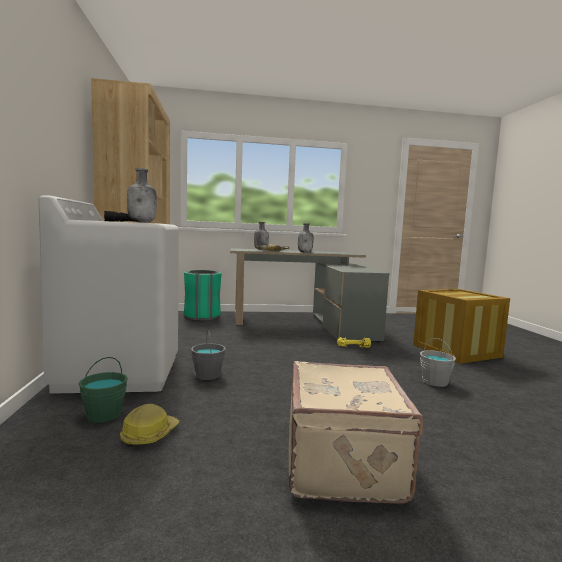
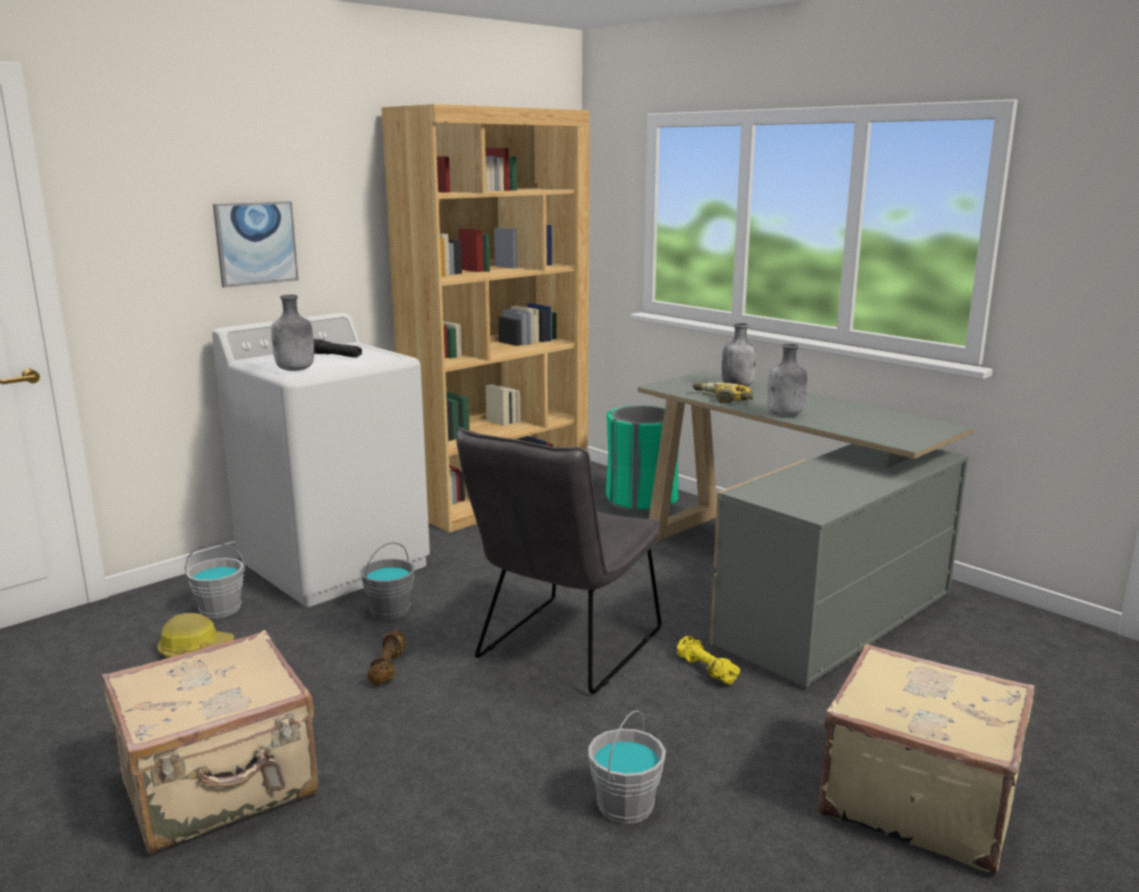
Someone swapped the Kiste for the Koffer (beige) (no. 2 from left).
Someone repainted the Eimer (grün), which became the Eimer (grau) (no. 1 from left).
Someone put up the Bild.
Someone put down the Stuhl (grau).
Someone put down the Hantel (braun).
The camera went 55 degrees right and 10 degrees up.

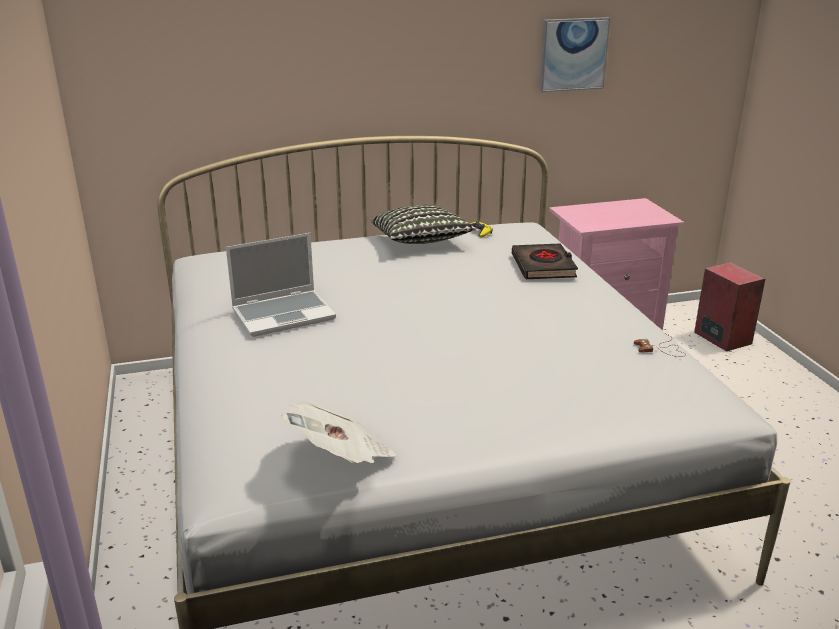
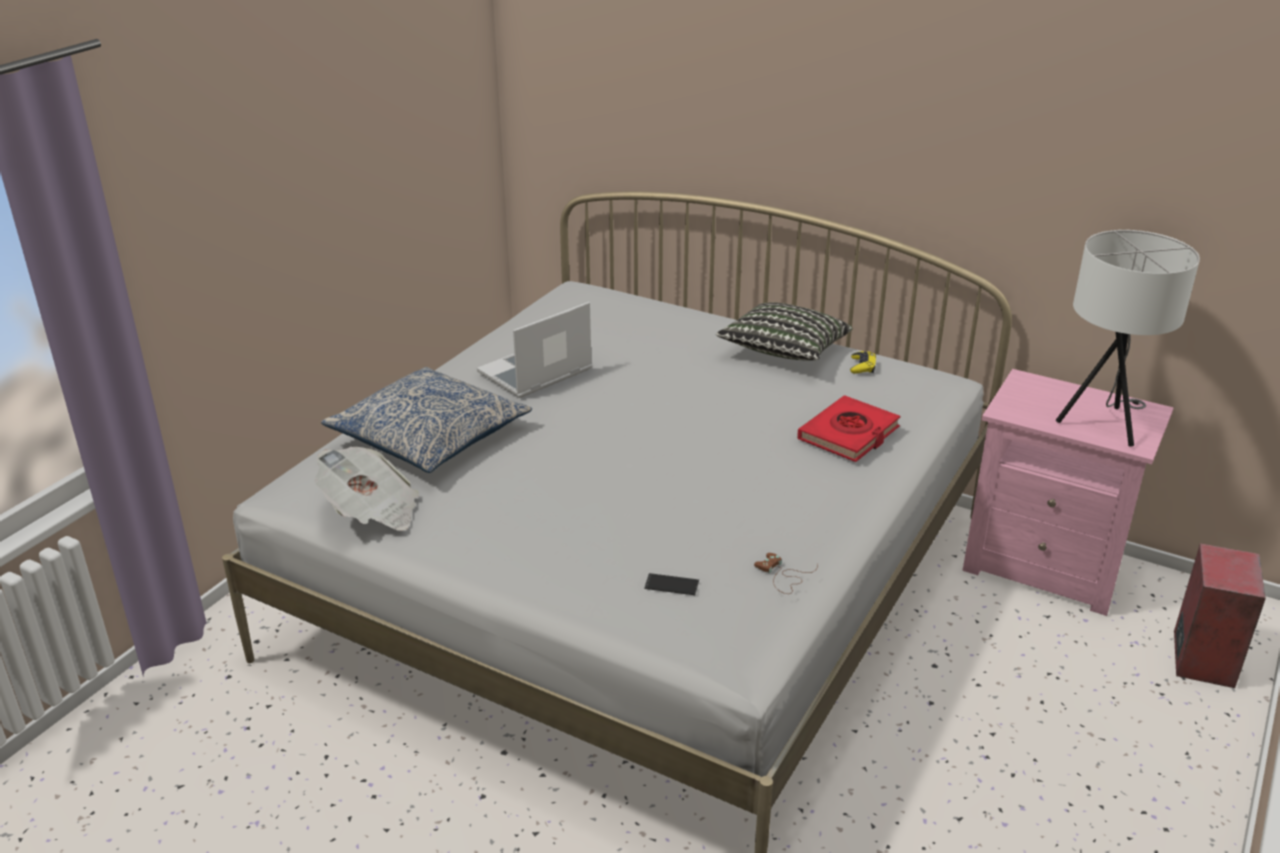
Someone took away the Bild.
Someone rotated the Laptop by 120 degrees clockwise.
Someone repainted the Buch (schwarz), which became the Buch (rot).
Someone put down the Tischlampe (weiß).
Someone put down the Kissen (no. 1 from left).
Someone put down the Handy.
The camera went 45 degrees right and 5 degrees up.

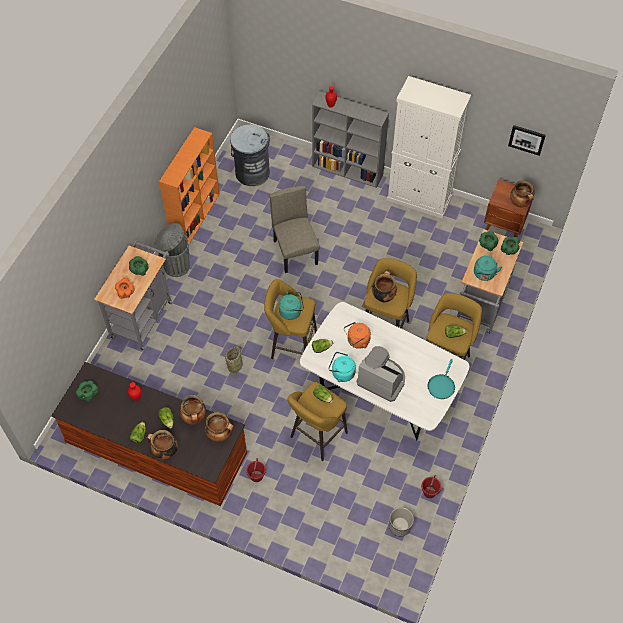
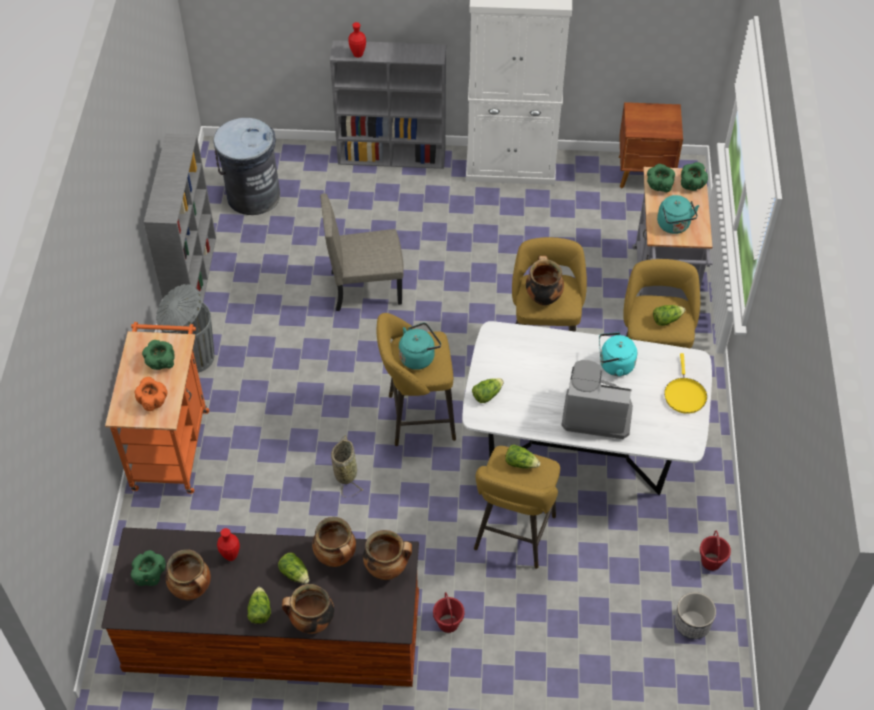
Someone took away the Bild.
Someone repainted the Bücherregal (orange), which became the Bücherregal (grau) (no. 1 from left).
Someone carried the Kochtopf (no. 5 from left in the first image).
Someone rotated the Stuhl (beige) by 60 degrees counterclockwise.
Someone repainted the Rollwagen (grau) (no. 1 from left), which became the Rollwagen (orange).
Someone took away the Wasserkessel (orange).
Someone carried the Wasserkessel (türkis) (no. 2 from left).
Someone repainted the Pfanne (türkis), which became the Pfanne (gelb).
The camera went 20 degrees left and 5 degrees down.

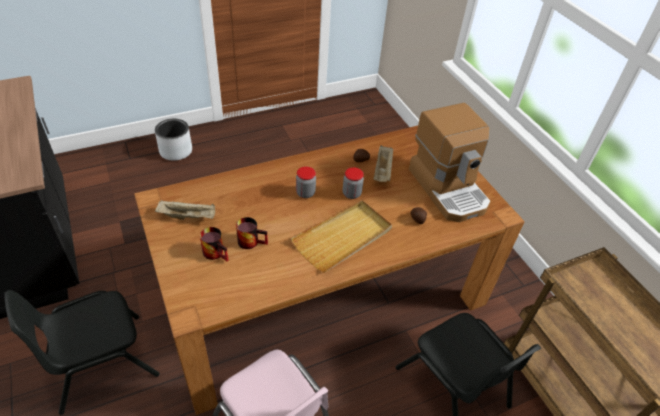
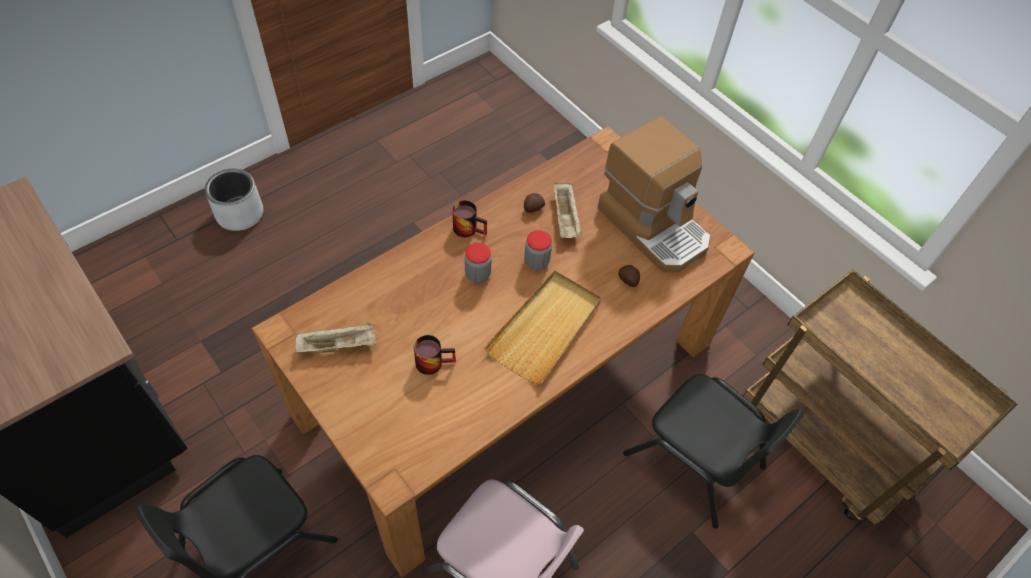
Someone carried the Henkelbecher (no. 1 from left in the first image).
The camera went 15 degrees left and 10 degrees up.

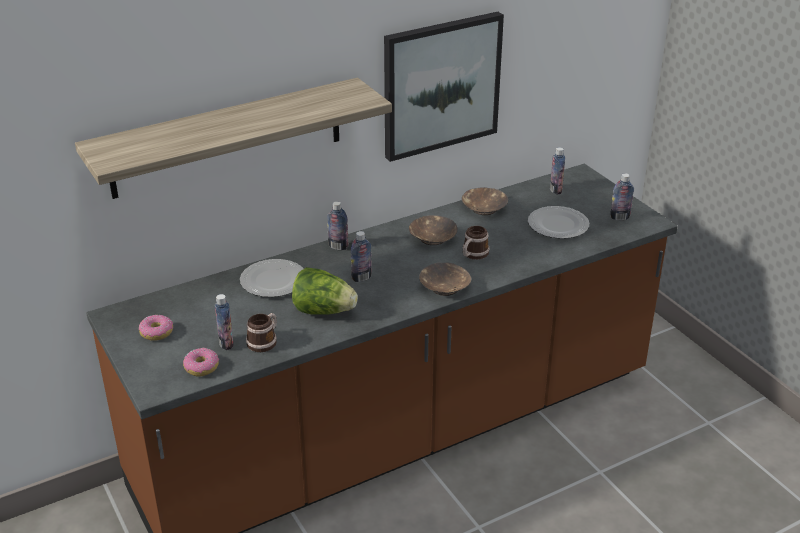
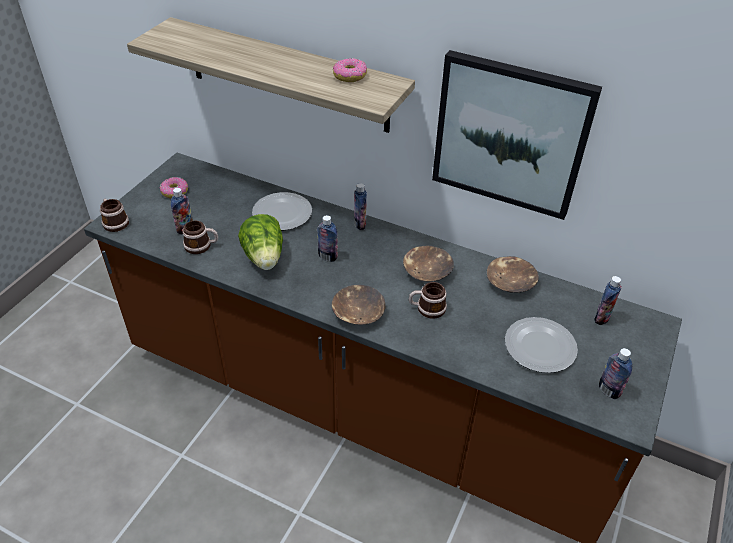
Someone carried the Donut (no. 2 from left).
Someone put down the Henkelbecher (no. 1 from left).
The camera went 55 degrees right and 10 degrees up.

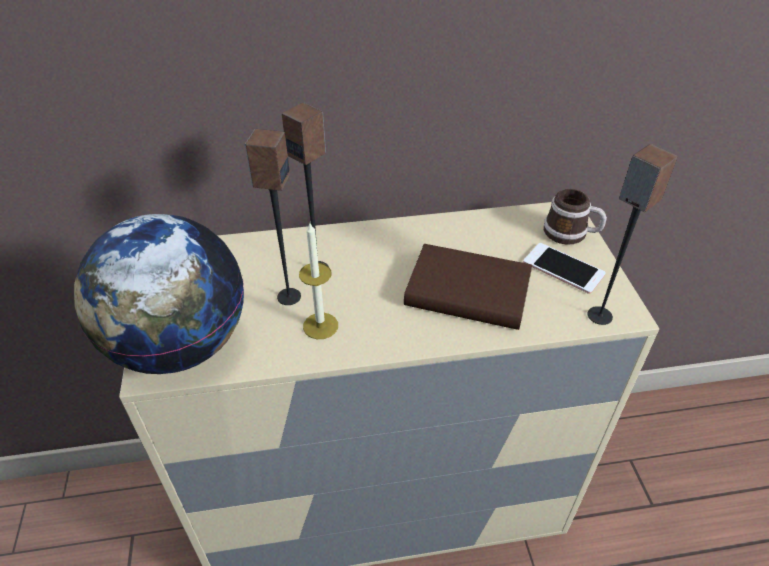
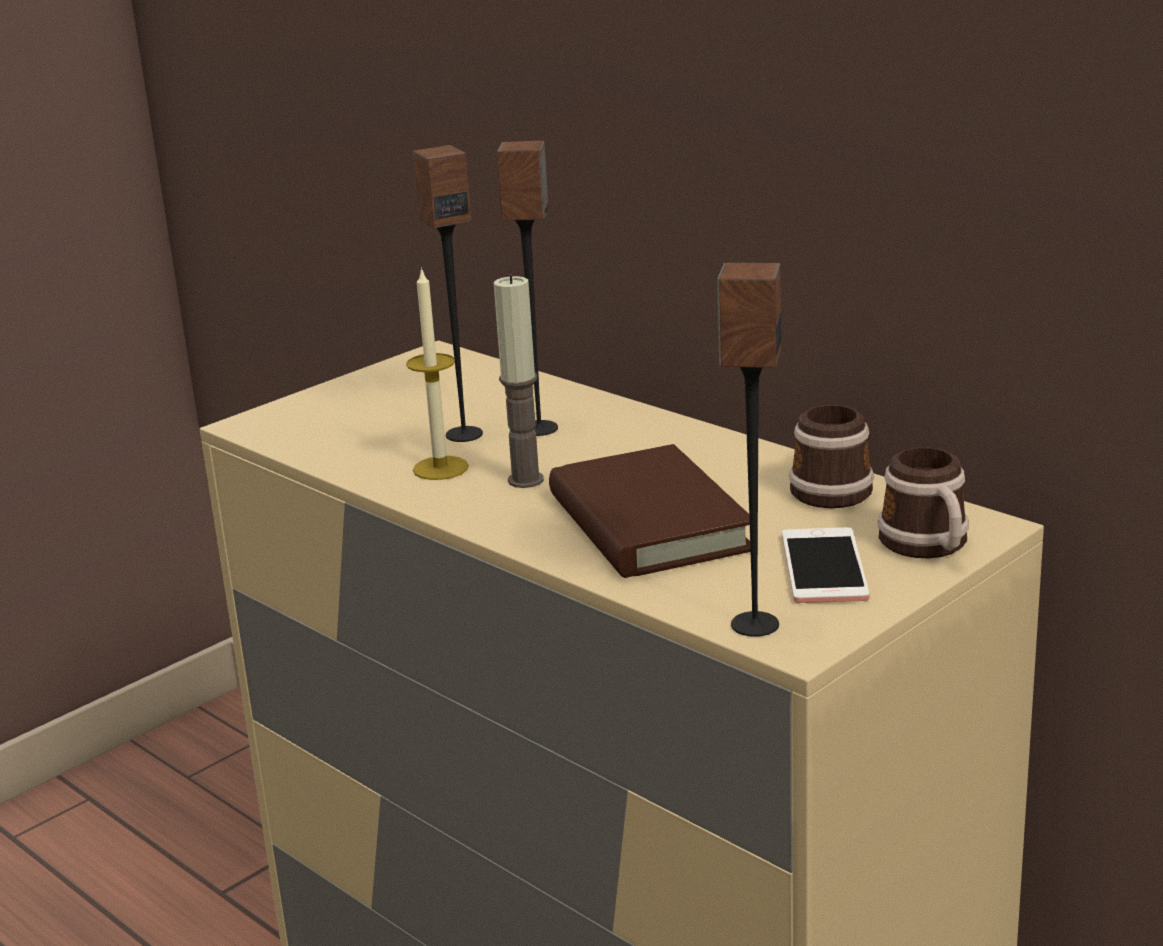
Someone took away the Globus.
Someone put down the Kerze (no. 2 from left).
Someone put down the Henkelbecher (no. 1 from left).
The camera went 55 degrees right and 20 degrees down.

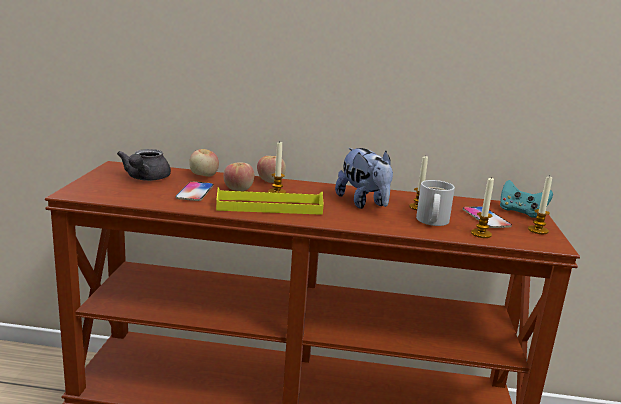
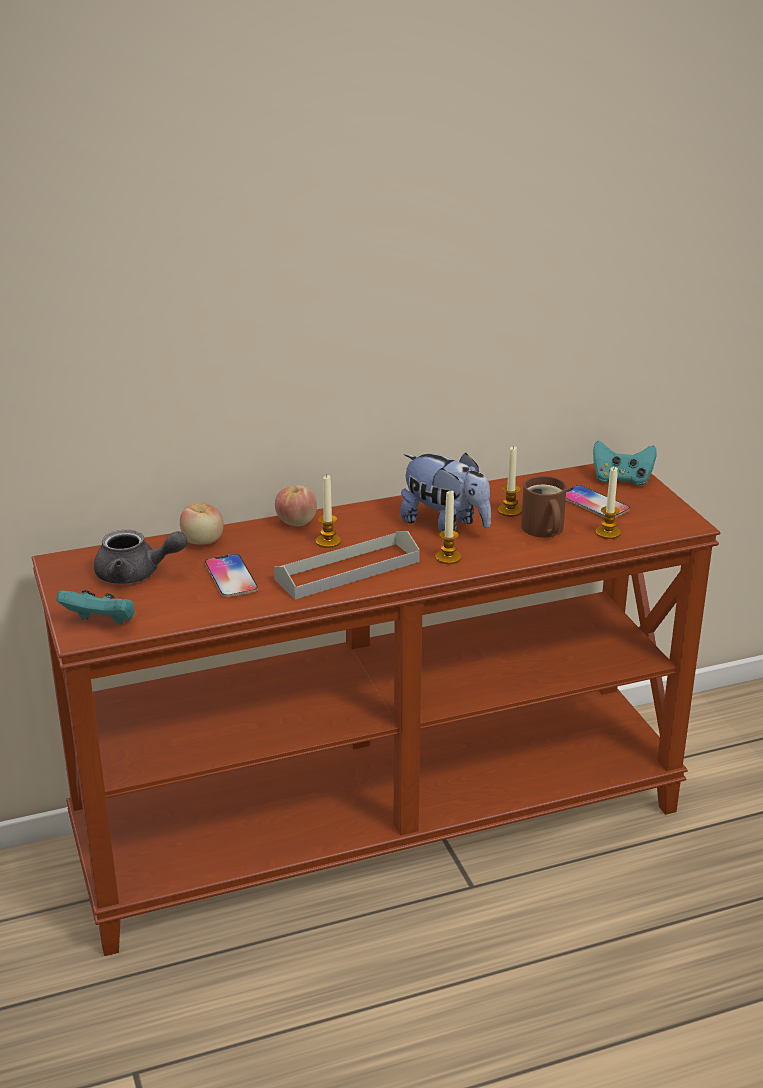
Someone rotated the Teekanne (grau) by 60 degrees counterclockwise.
Someone took away the Apfel (no. 2 from left).
Someone carried the Kerze (no. 4 from left in the first image).
Someone repainted the Henkelbecher (weiß), which became the Henkelbecher (braun).
Someone repainted the Tablett (gelb), which became the Tablett (grau).
Someone put down the Gamepad (türkis) (no. 1 from left).
The camera went 25 degrees left and 10 degrees up.

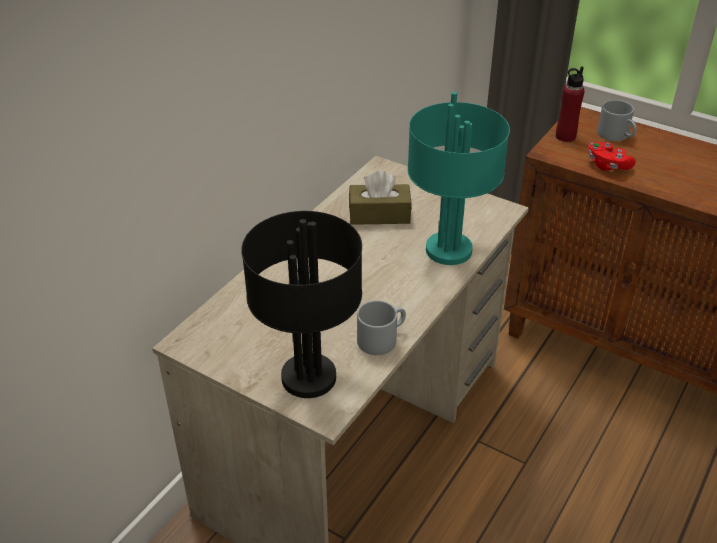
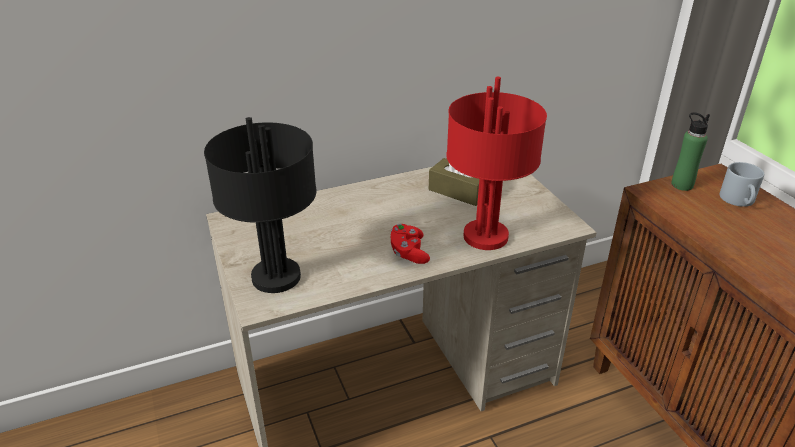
Someone repainted the Flasche (rot), which became the Flasche (grün).
Someone repainted the Tischlampe (türkis), which became the Tischlampe (rot).
Someone carried the Gamepad (rot).
Someone took away the Henkelbecher (grau) (no. 1 from left).
The camera went 35 degrees right and 5 degrees down.

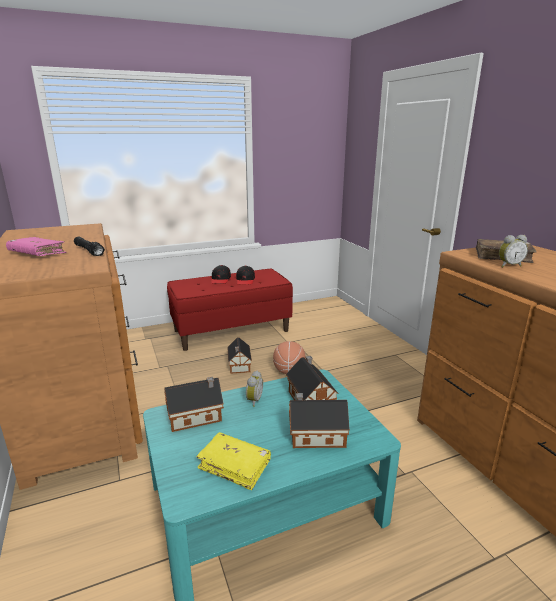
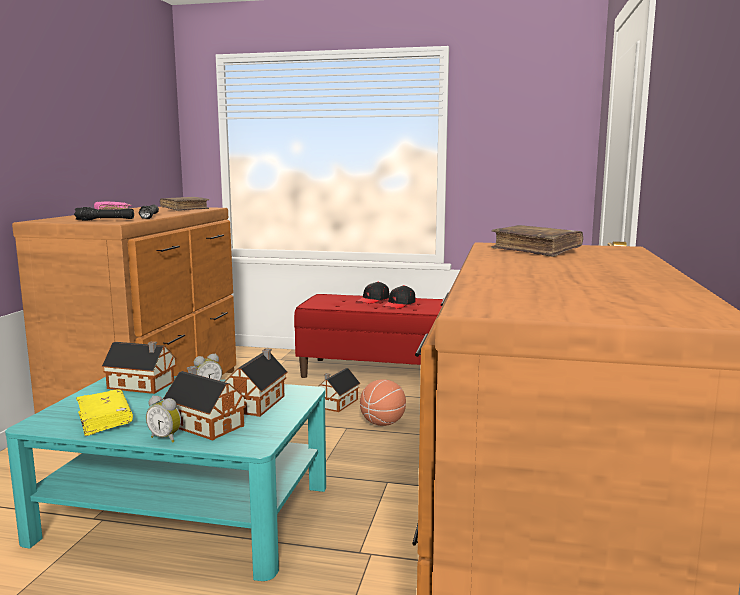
Someone carried the Wecker (no. 2 from left in the first image).
Someone put down the Buch (braun) (no. 1 from left).
Someone put down the Taschenlampe (schwarz) (no. 1 from left).
The camera went 35 degrees right and 10 degrees down.

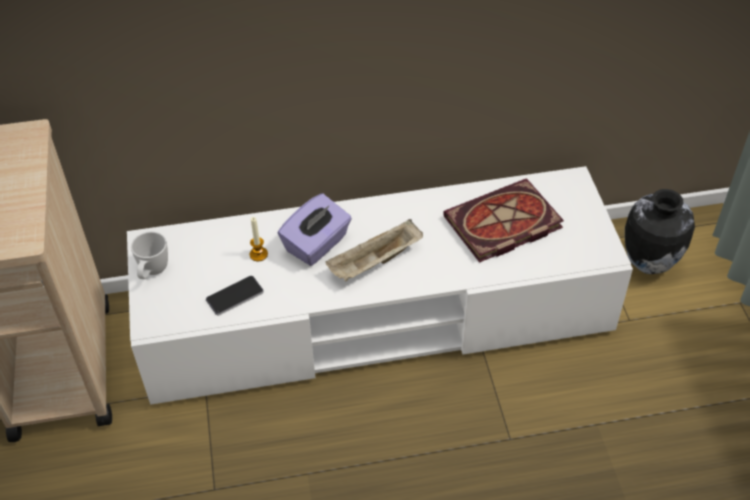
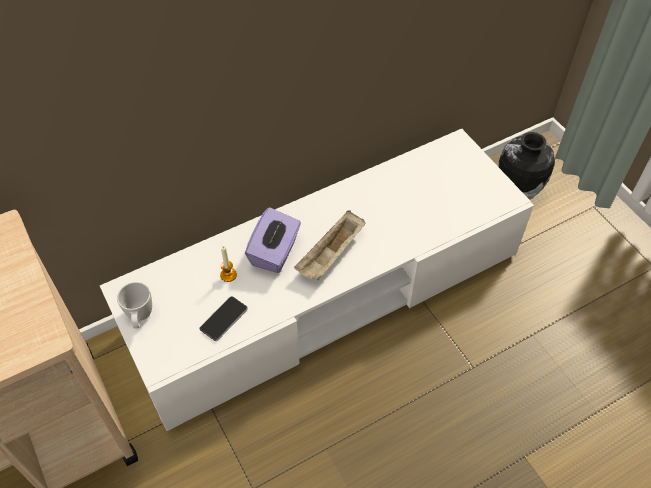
Someone took away the Buch.
The camera went 20 degrees left and 5 degrees up.

